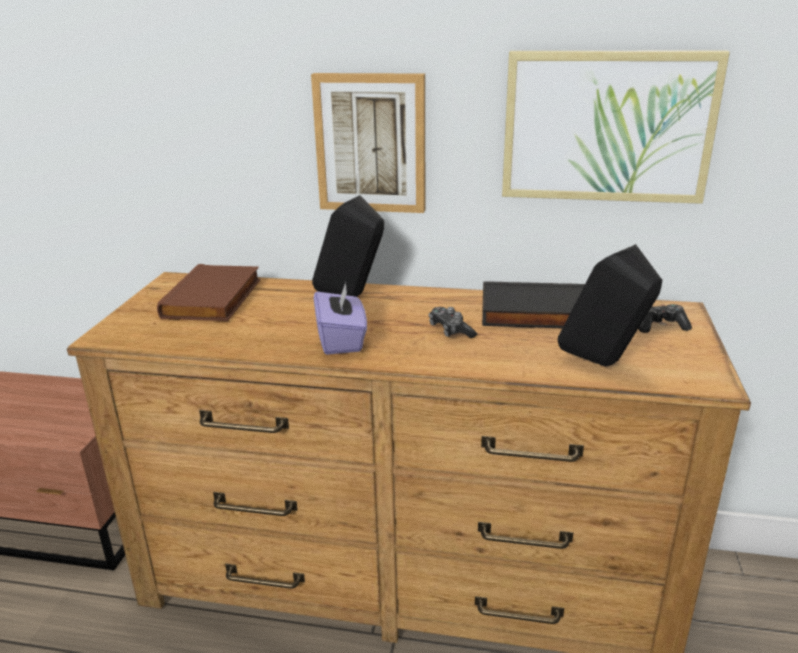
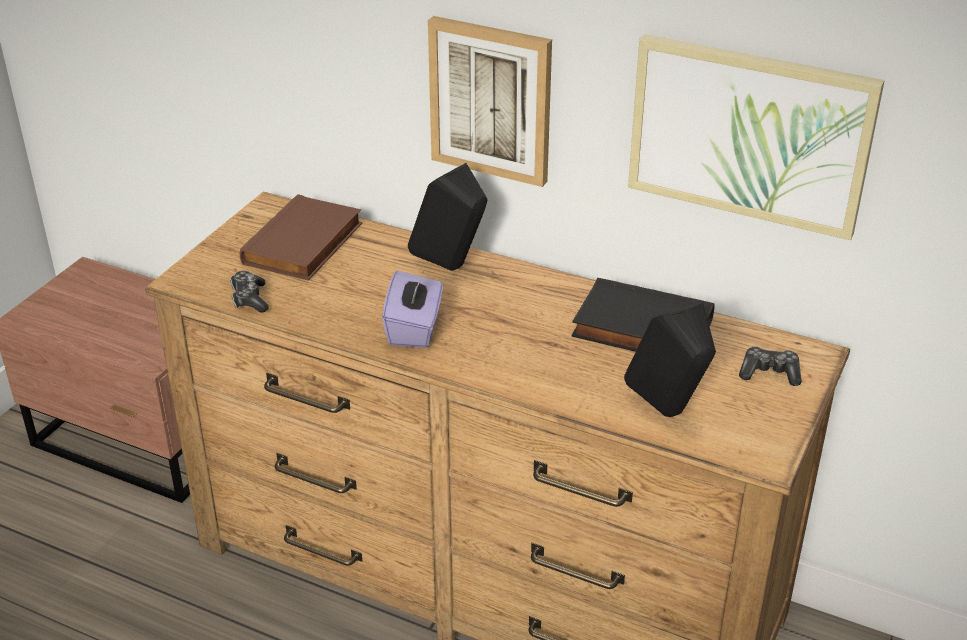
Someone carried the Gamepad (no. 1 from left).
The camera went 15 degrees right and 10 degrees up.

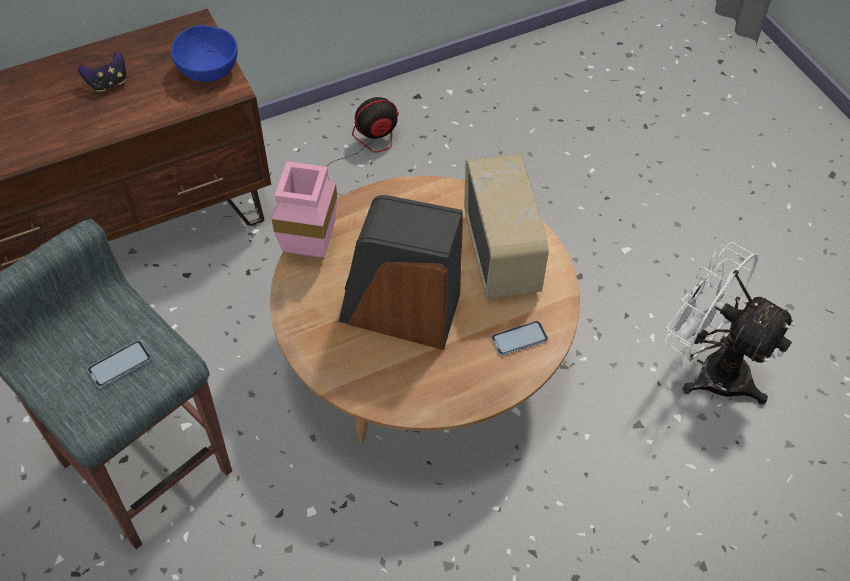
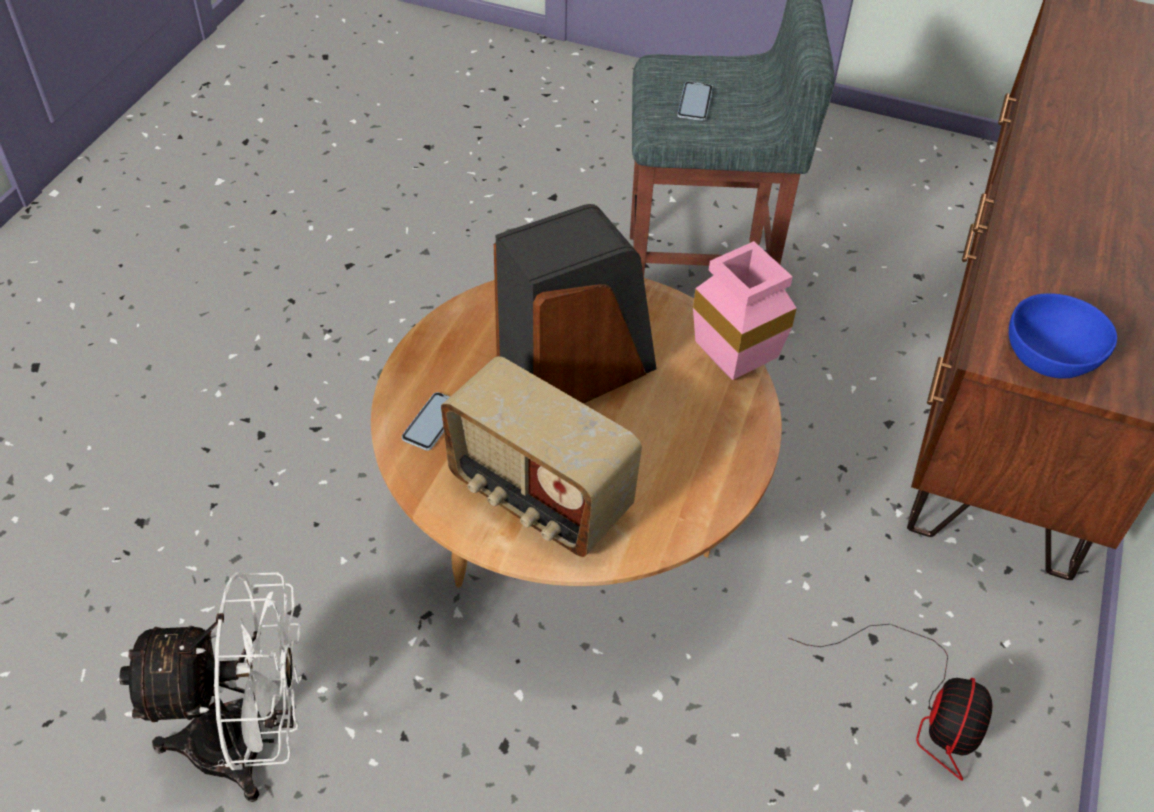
Someone took away the Gamepad.
The camera went 135 degrees right and 5 degrees down.

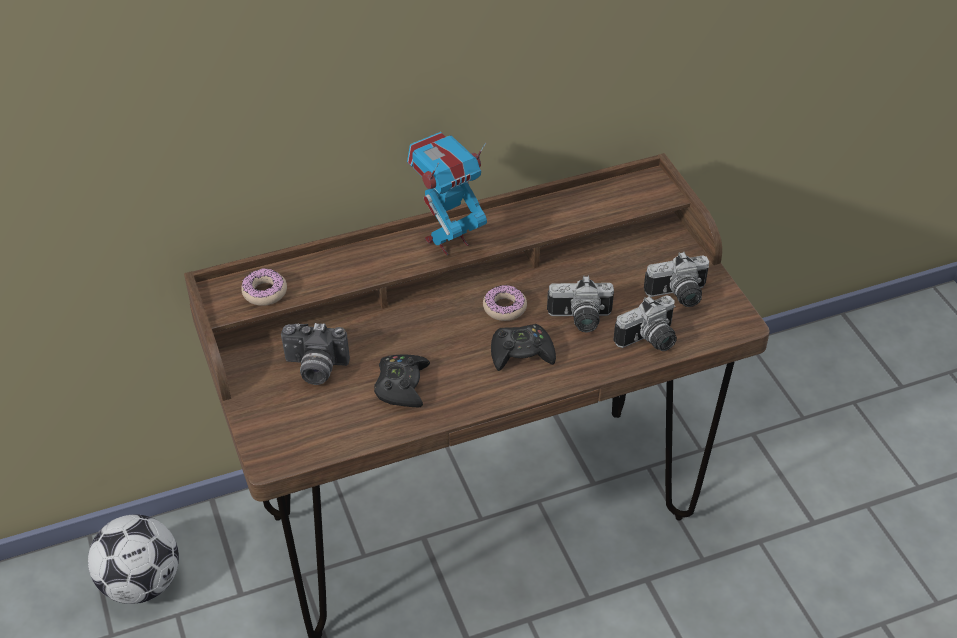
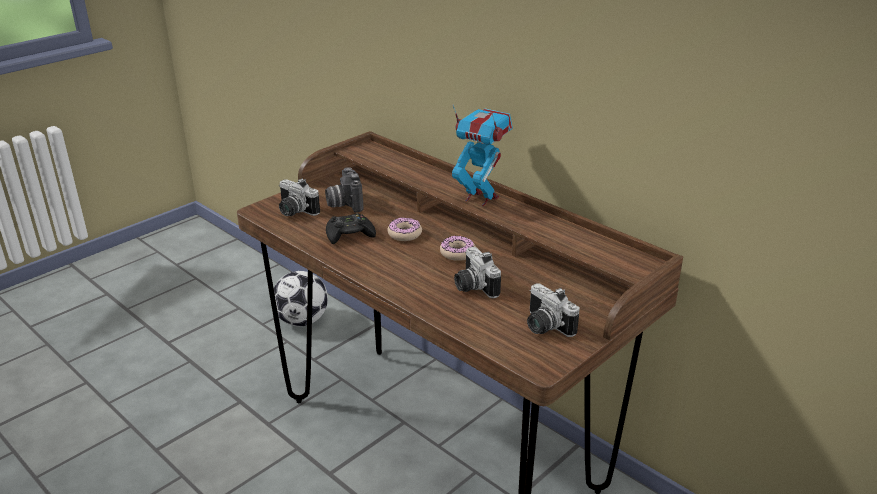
Someone carried the Donut (no. 1 from left).
Someone carried the Kamera (no. 3 from left in the first image).
Someone took away the Gamepad (schwarz) (no. 2 from left).
The camera went 65 degrees right and 15 degrees down.

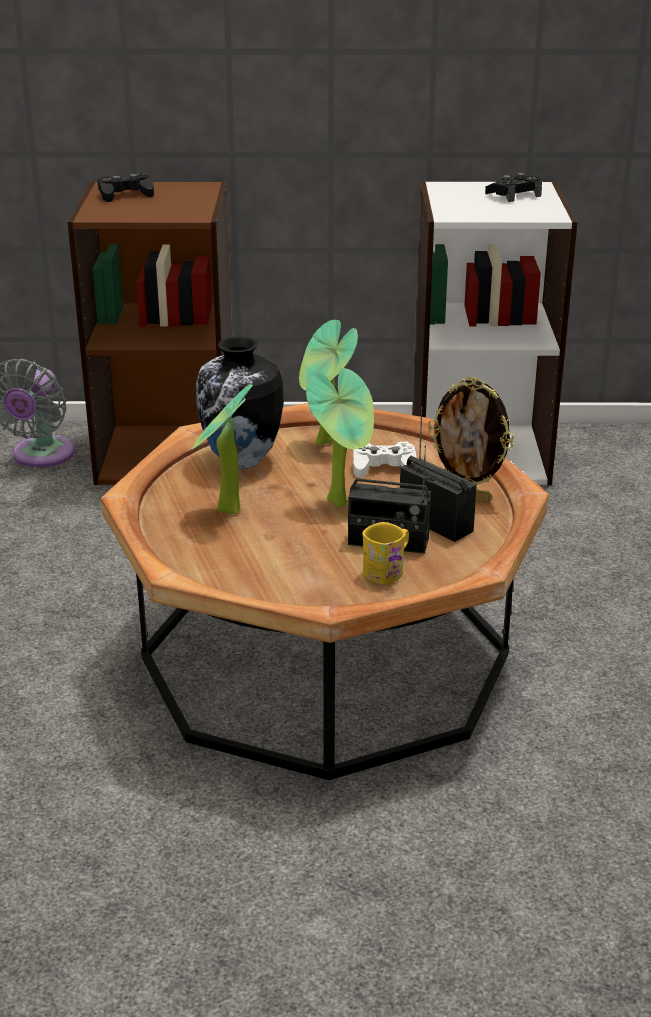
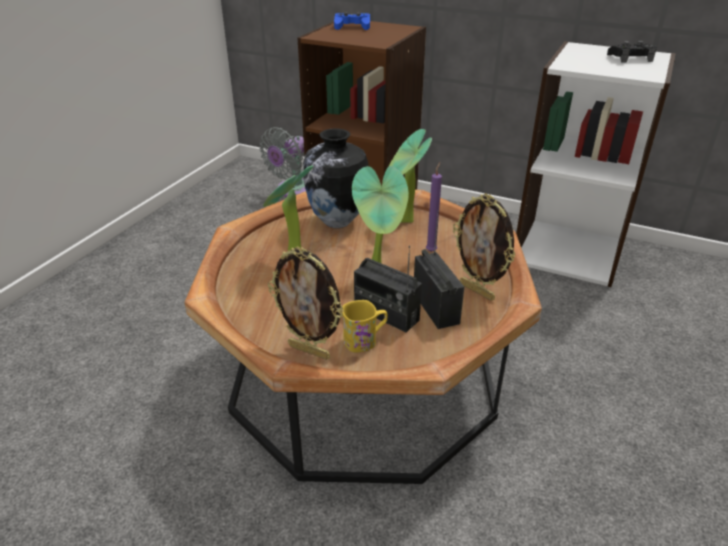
Someone repainted the Gamepad (schwarz) (no. 1 from left), which became the Gamepad (blau).
Someone swapped the Gamepad (weiß) for the Kerze (lila).
Someone put down the Bilderrahmen (no. 1 from left).
The camera went 25 degrees right and 5 degrees up.

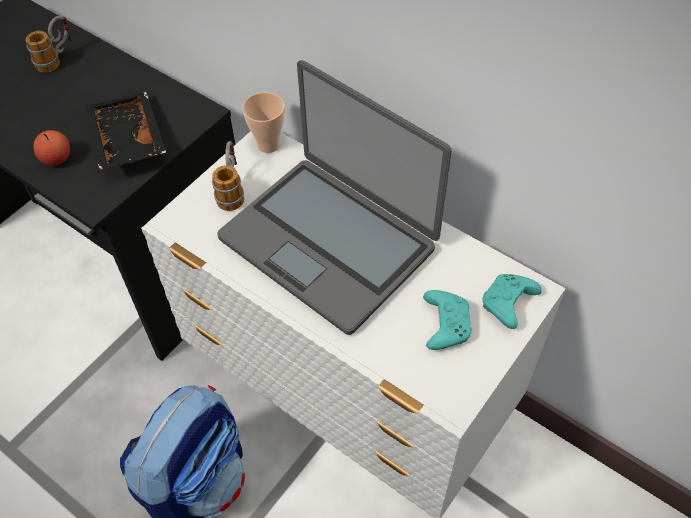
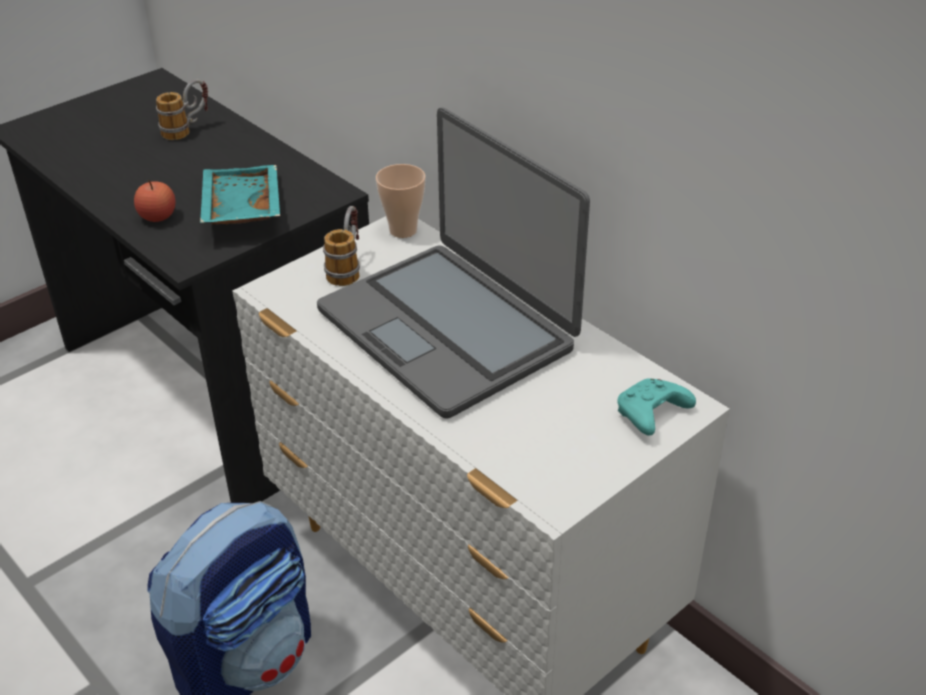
Someone repainted the Tablett (schwarz), which became the Tablett (türkis).
Someone took away the Gamepad (türkis) (no. 1 from left).
The camera went 10 degrees right and 15 degrees down.

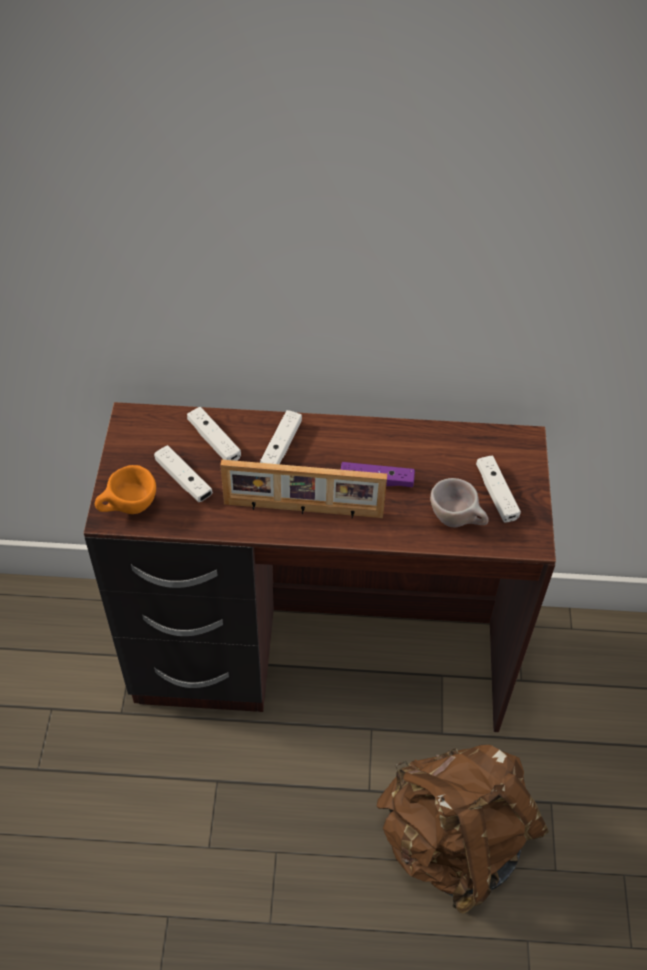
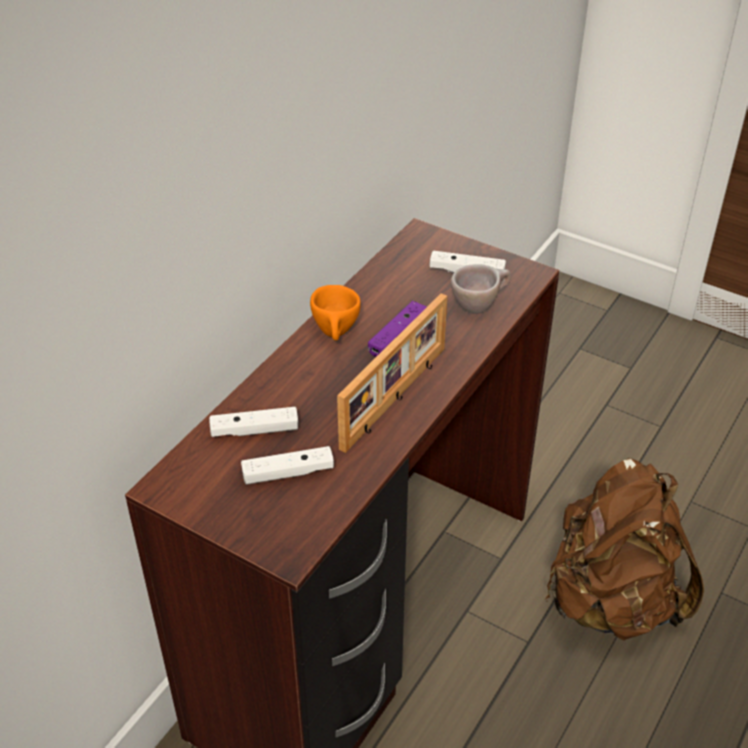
Someone took away the Gamepad (weiß) (no. 3 from left).
Someone carried the Tasse (orange).
The camera went 60 degrees left and 10 degrees down.

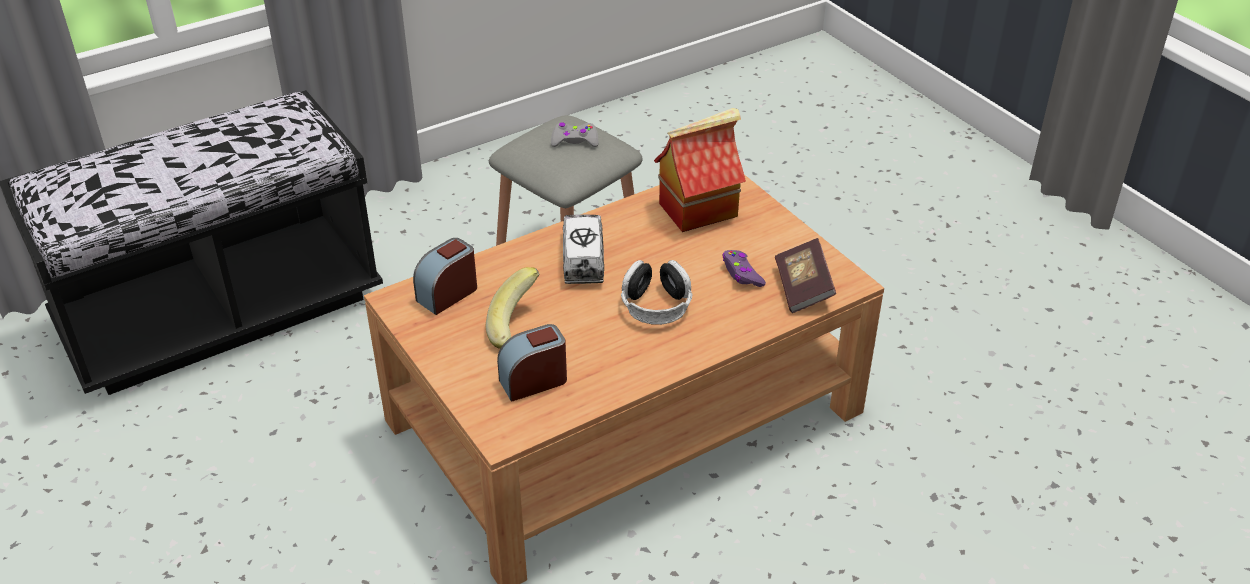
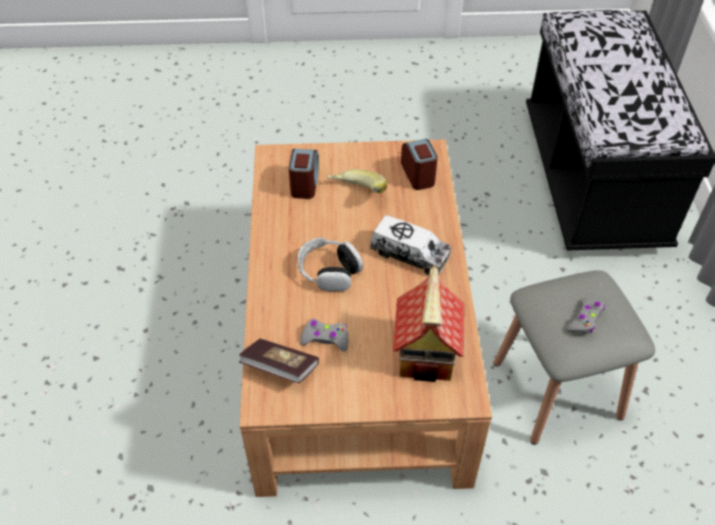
Someone repainted the Gamepad (lila), which became the Gamepad (grau) (no. 1 from left).
The camera went 120 degrees right and 10 degrees up.

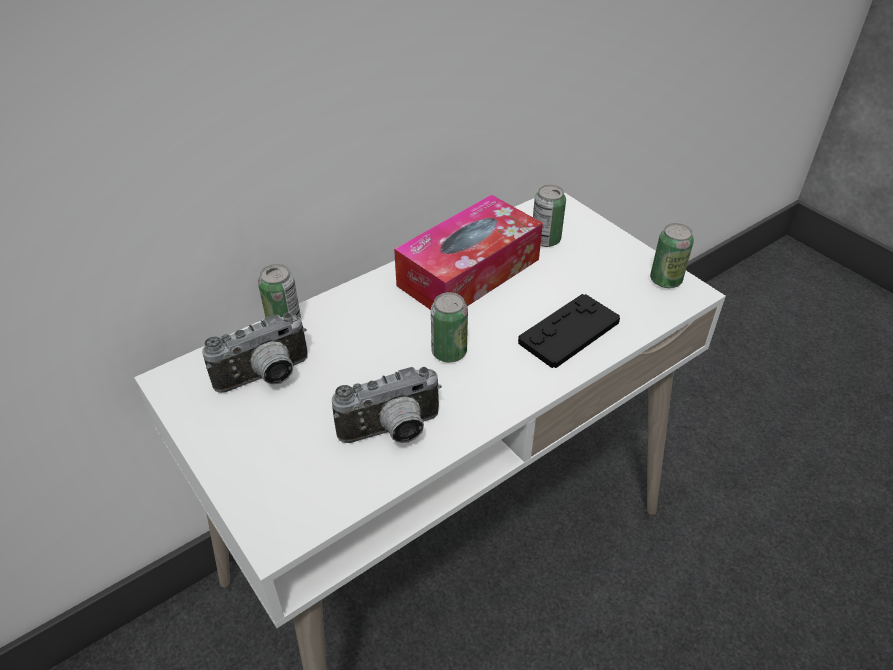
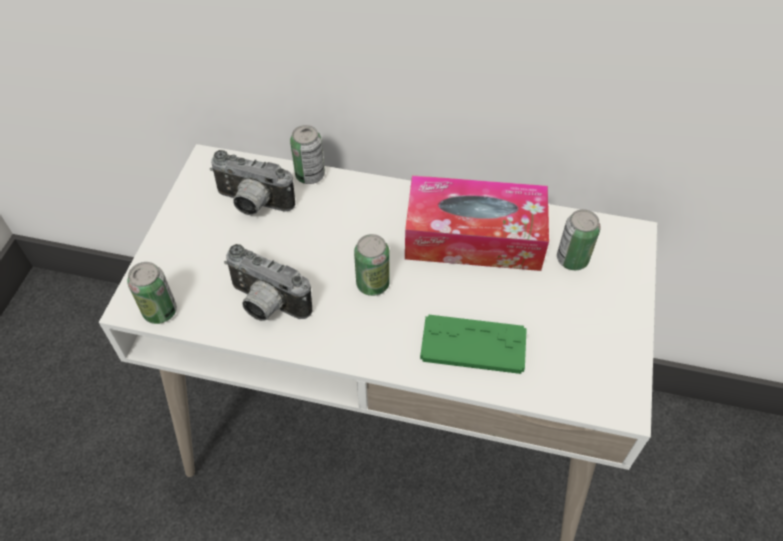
Someone carried the Dose (no. 4 from left in the first image).
Someone repainted the Gamepad (schwarz), which became the Gamepad (grün).
The camera went 50 degrees right and 10 degrees up.

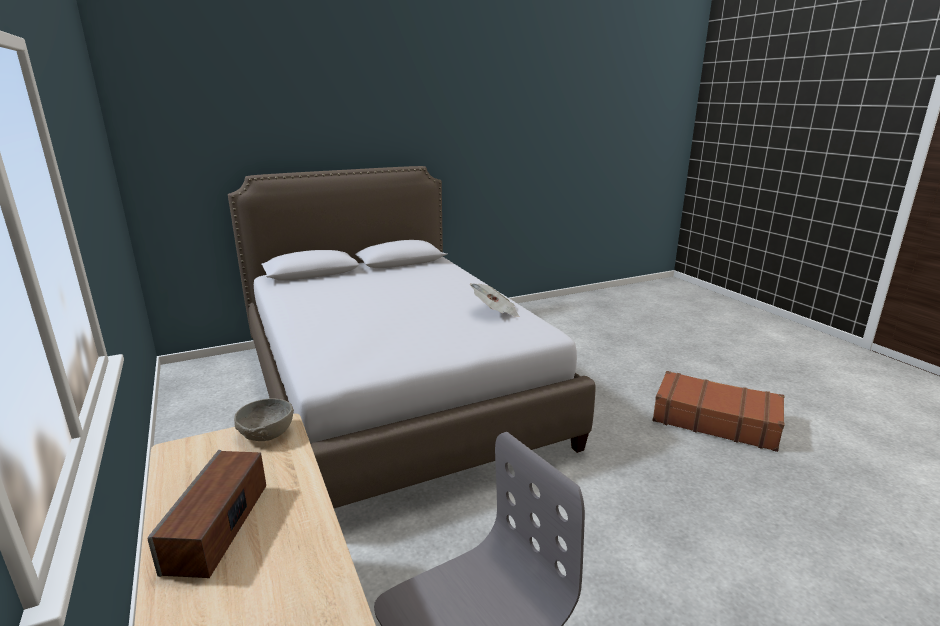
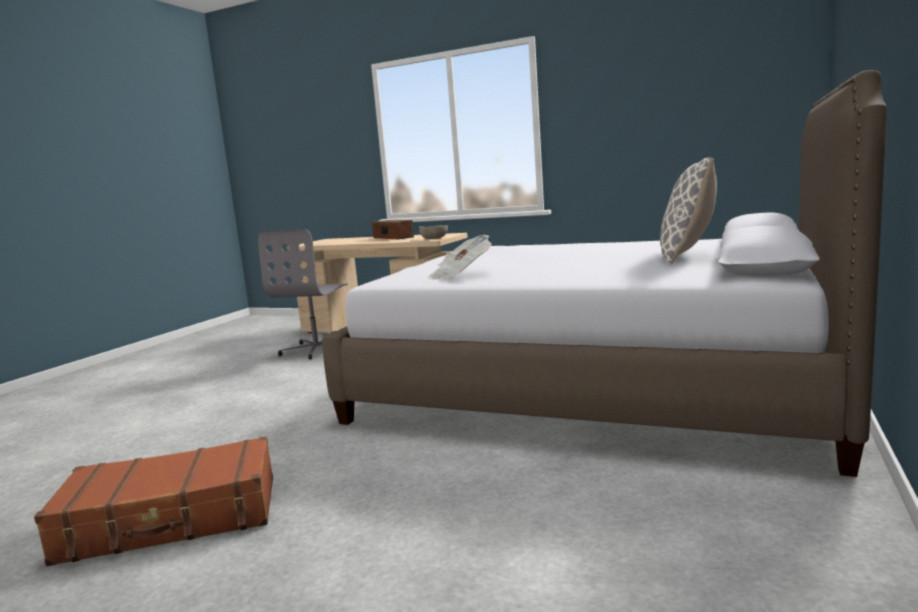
Someone put down the Kissen.
The camera went 140 degrees right and 10 degrees down.

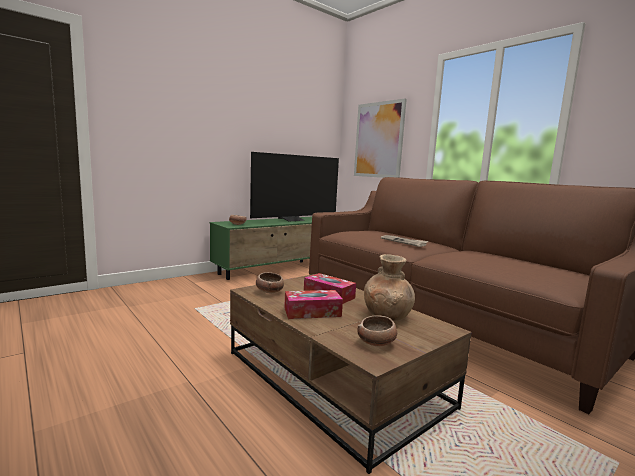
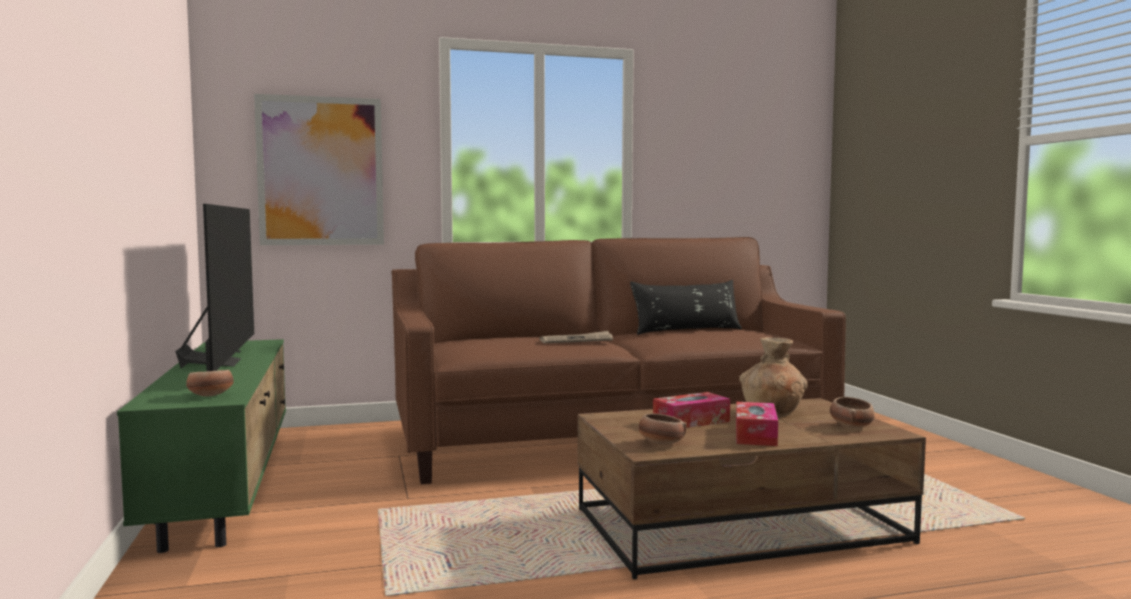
Someone put down the Kissen (schwarz).
The camera went 65 degrees left and 5 degrees down.

